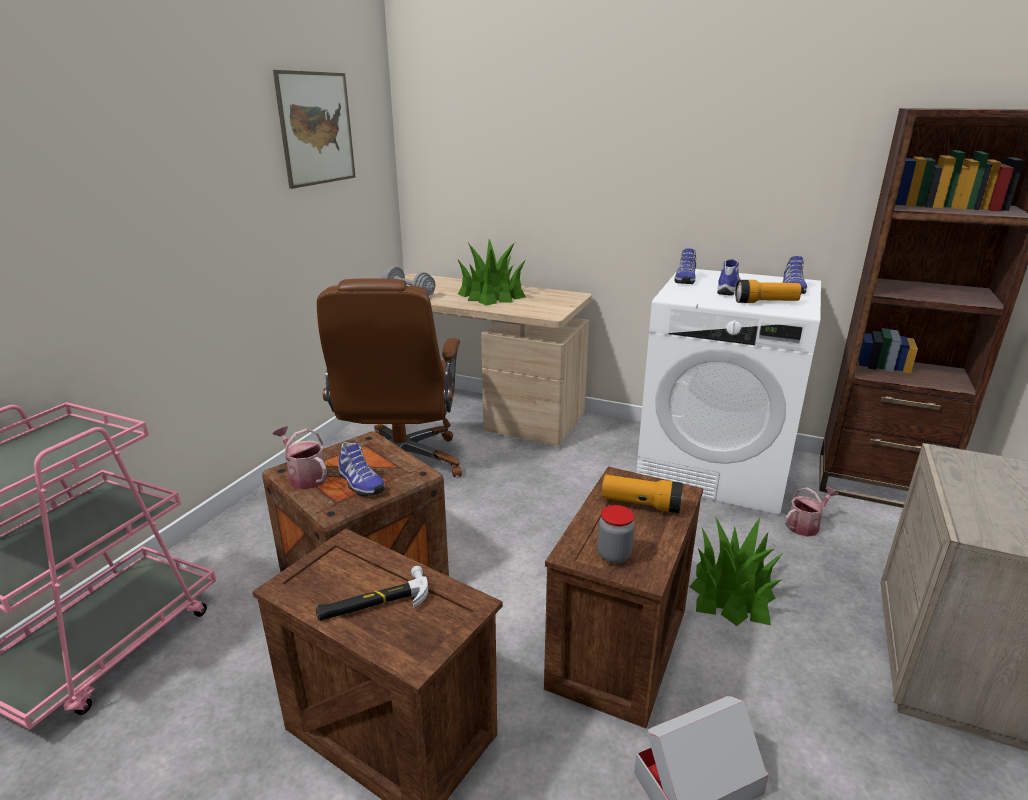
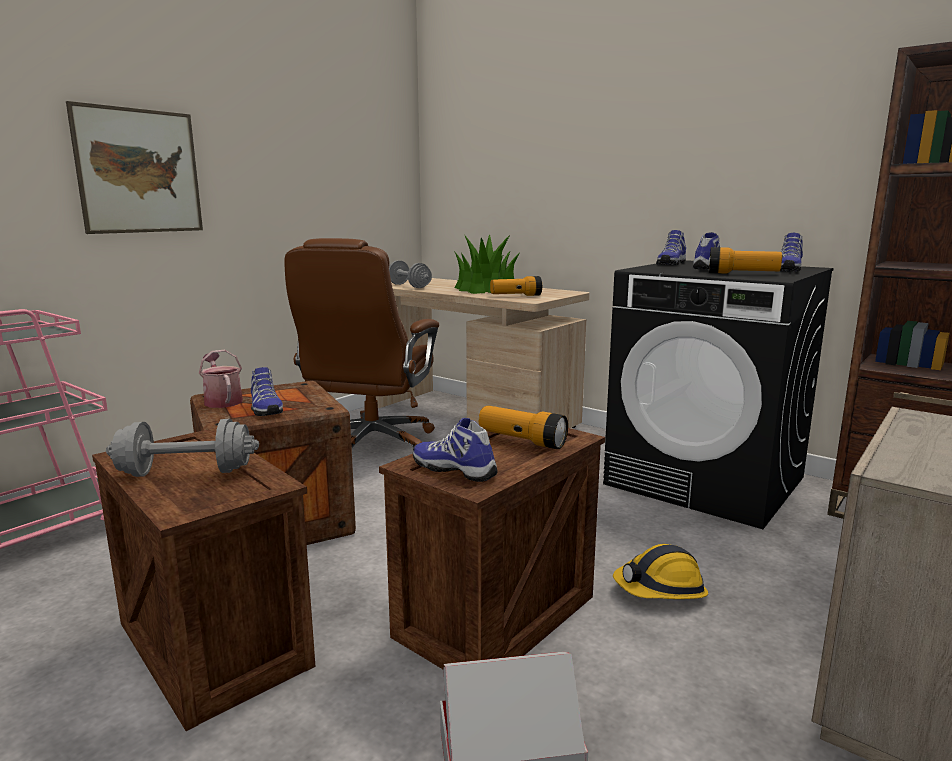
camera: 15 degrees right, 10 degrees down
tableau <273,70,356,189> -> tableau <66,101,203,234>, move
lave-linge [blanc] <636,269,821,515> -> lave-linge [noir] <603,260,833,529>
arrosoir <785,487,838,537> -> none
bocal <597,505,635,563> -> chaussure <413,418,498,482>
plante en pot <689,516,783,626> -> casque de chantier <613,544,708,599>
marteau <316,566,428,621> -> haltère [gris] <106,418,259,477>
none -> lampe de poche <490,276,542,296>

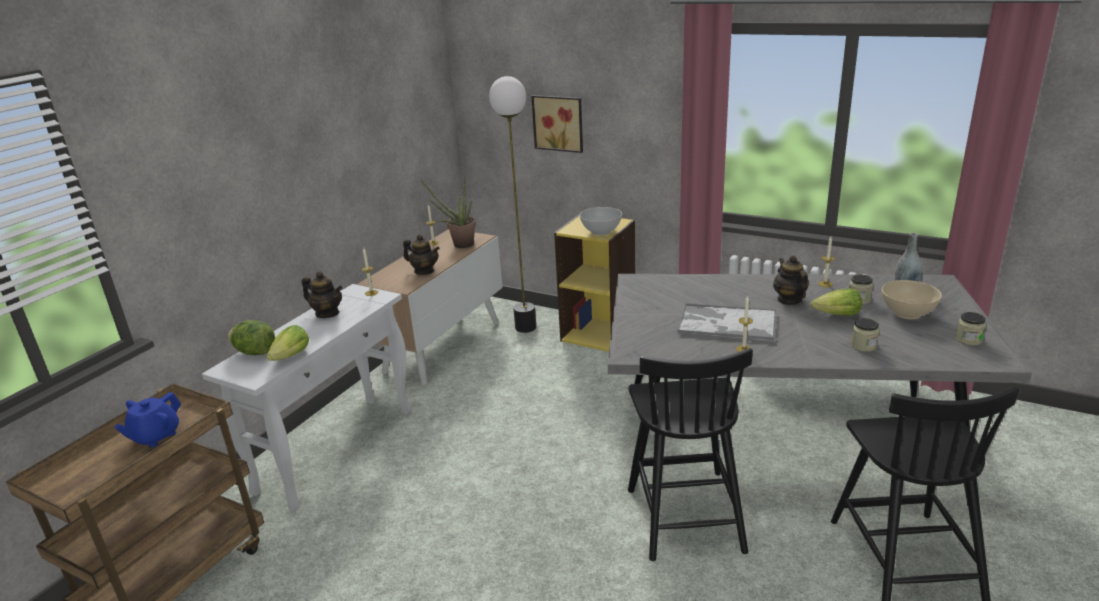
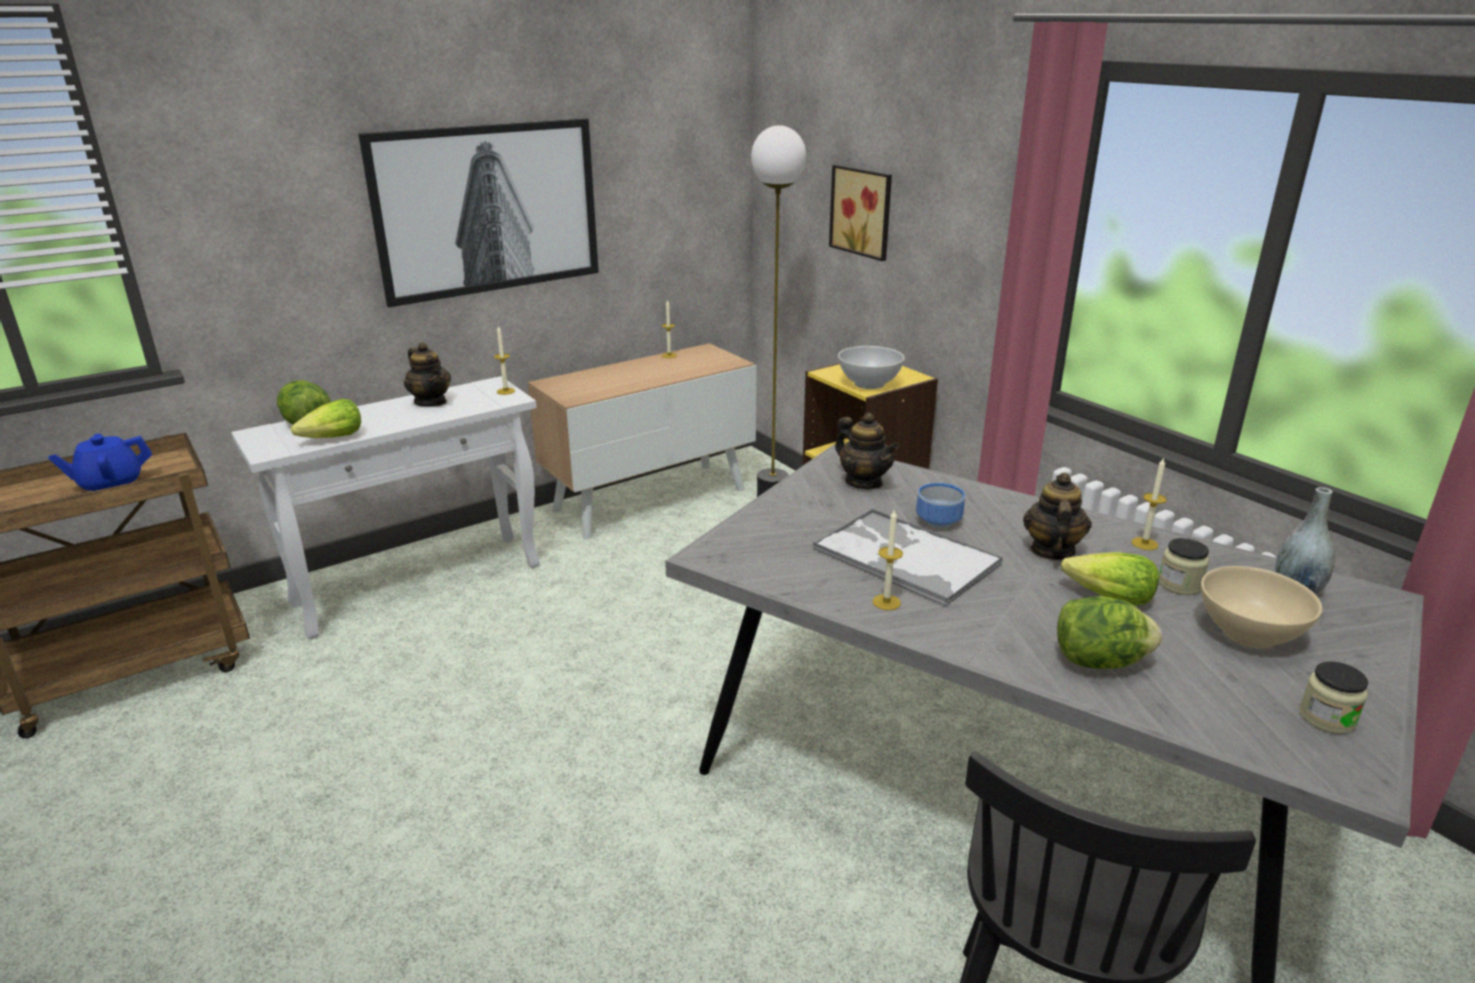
camera: 25 degrees right, 0 degrees up
plante en pot <420,172,476,248> -> none
théière <403,235,440,275> -> théière <835,413,899,489>, move
bocal <851,318,879,352> -> laitue <1057,596,1162,669>
chaise [noir] <629,348,753,561> -> none
none -> tableau <358,118,599,307>
none -> bol <916,483,965,528>

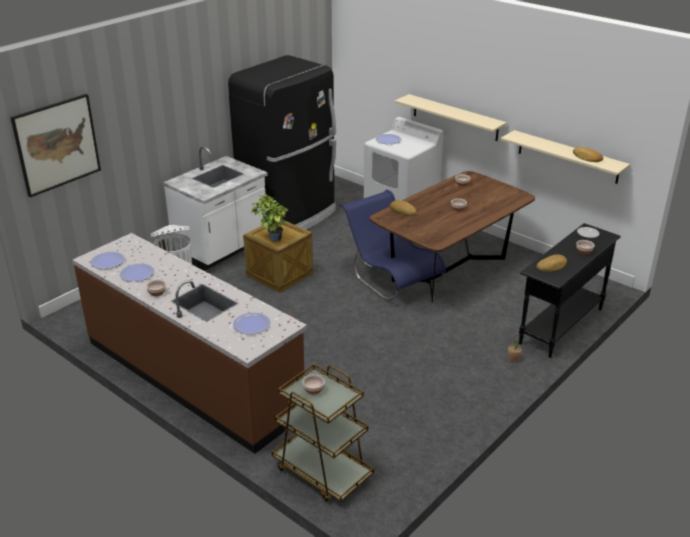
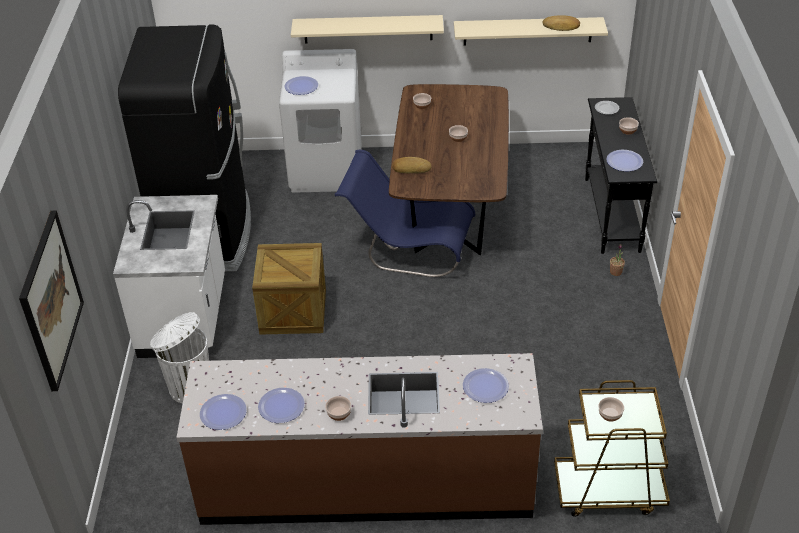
camera: 40 degrees left, 10 degrees up
plante en pot <251,194,288,241> -> none
pain <536,255,567,272> -> assiette <606,150,643,171>

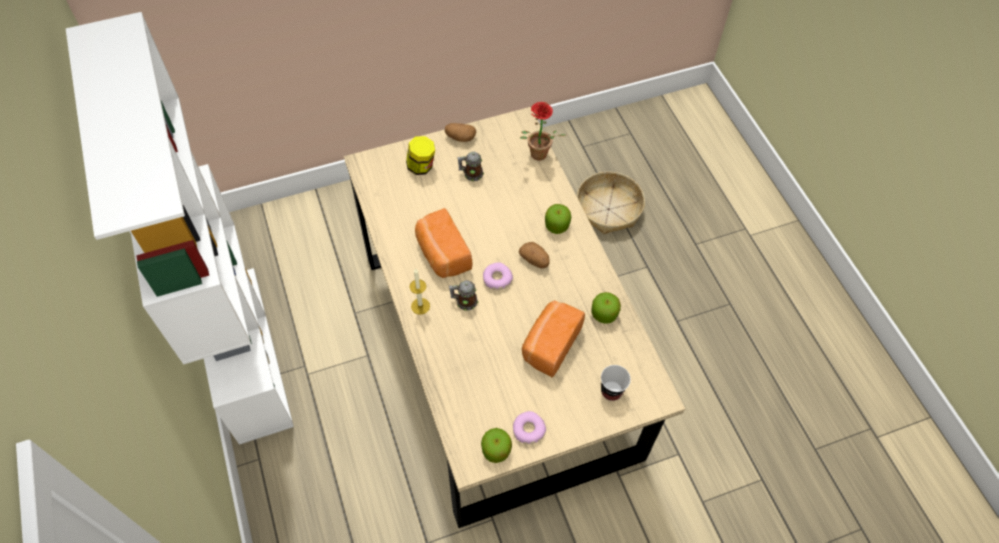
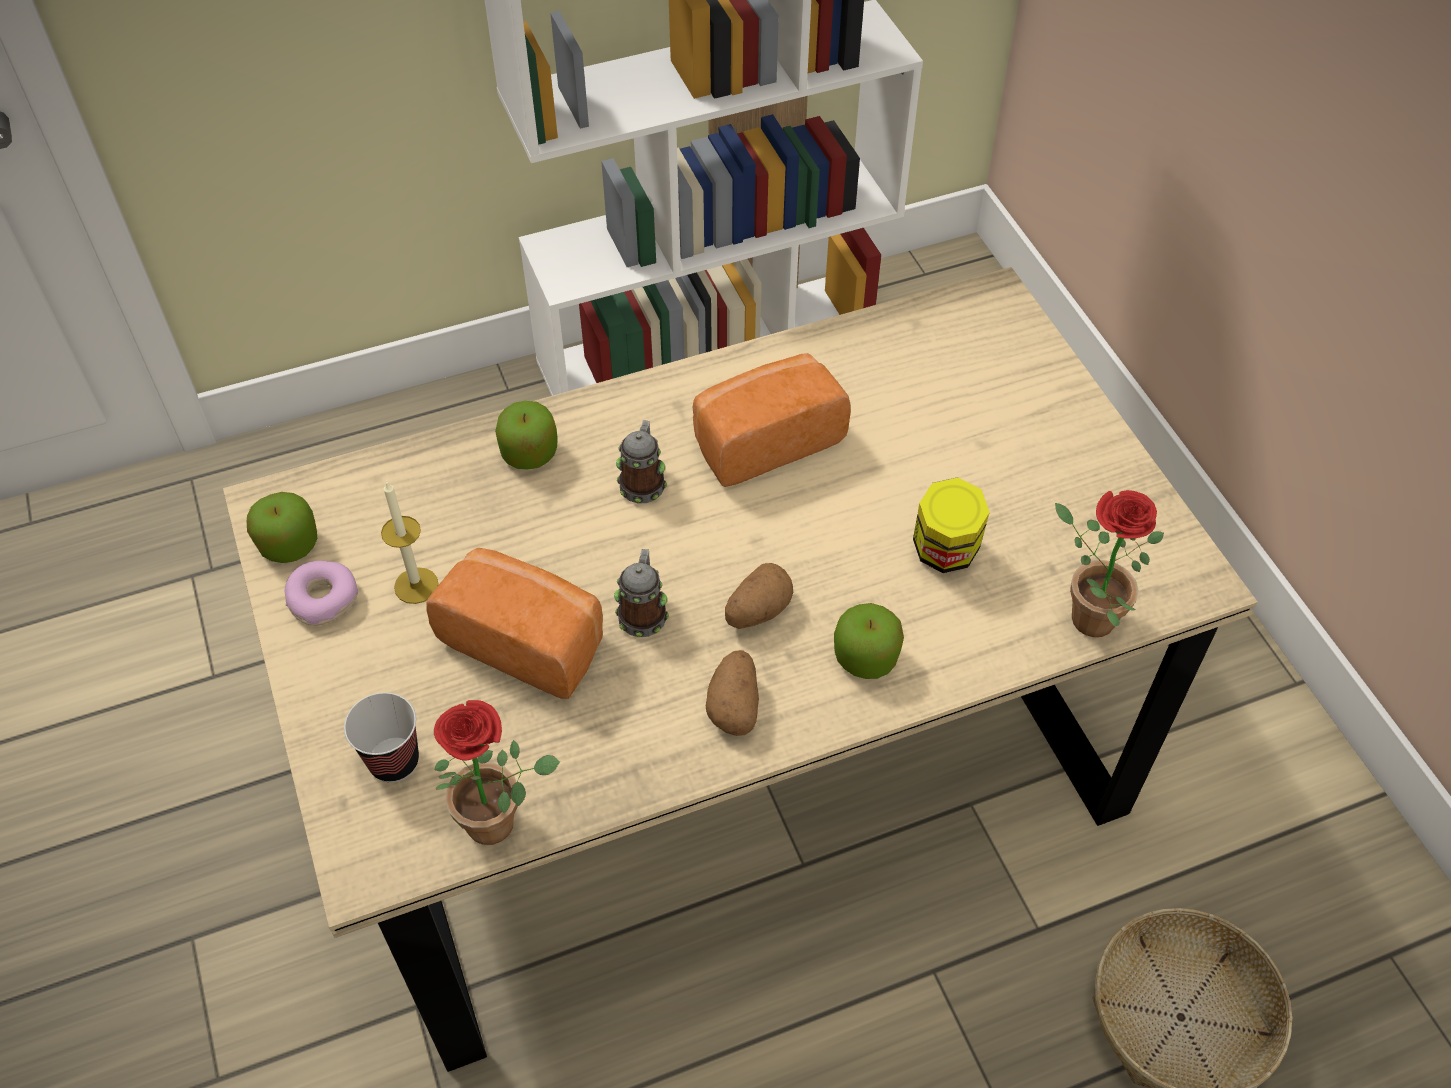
camera: 90 degrees right, 5 degrees down
pomme de terre <445,123,476,142> -> pomme de terre <706,650,759,736>, move
bocal <406,136,435,175> -> bocal <913,477,990,573>, move
mug <457,152,484,181> -> mug <614,549,669,637>, move
beignet <483,262,513,290> -> none
bougie <410,269,430,315> -> bougie <381,481,439,604>, move
pomme <591,292,621,324> -> pomme <495,401,558,469>, move
none -> plante en pot <434,700,560,845>

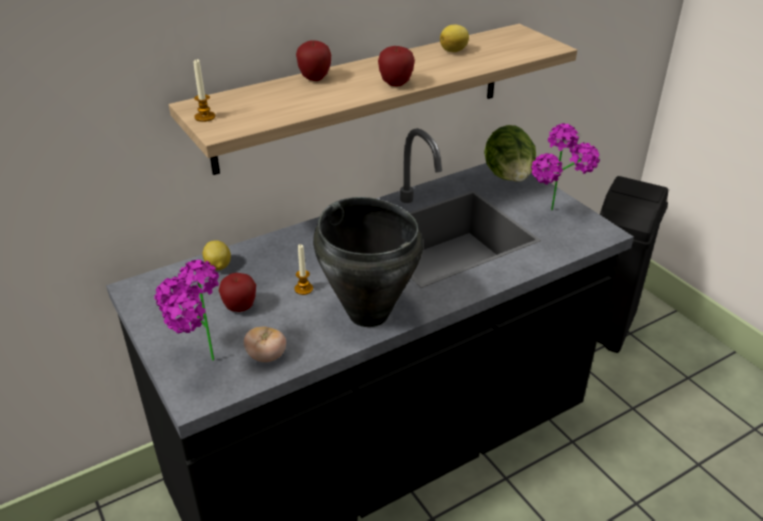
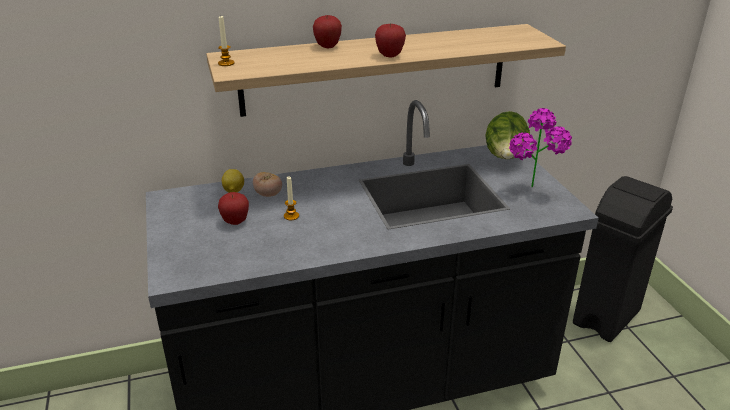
camera: 15 degrees right, 5 degrees down
citron <440,25,469,52> -> none
marmite [noir] <313,197,423,327> -> none
plante en pot <154,260,219,361> -> none
tomate <244,327,286,362> -> tomate <253,172,282,197>, move

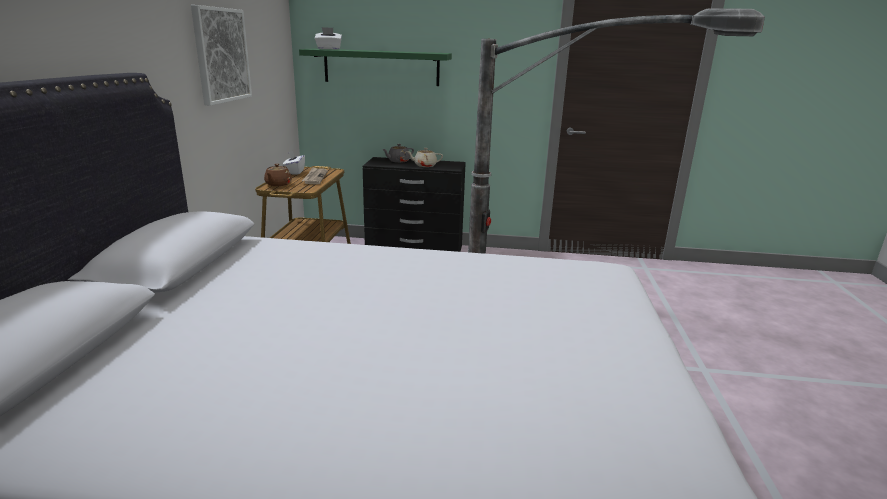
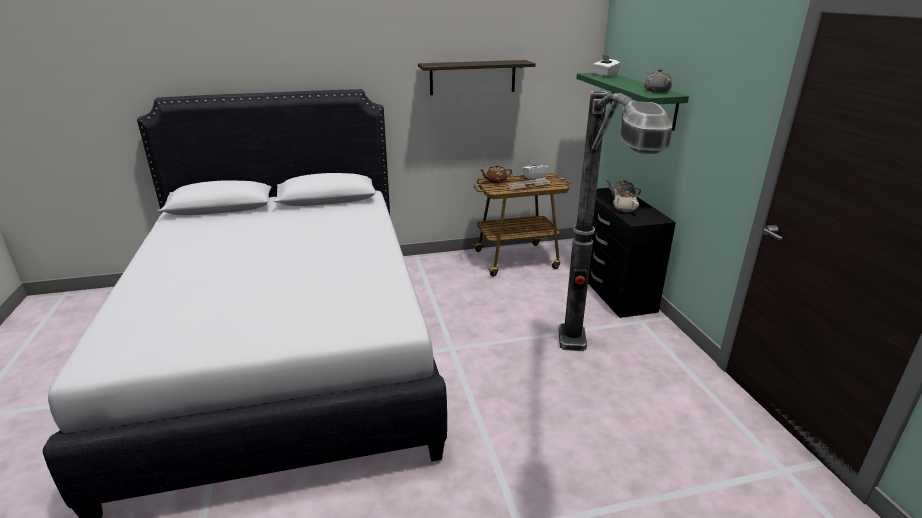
camera: 70 degrees right, 5 degrees up
tableau <191,5,252,106> -> étagère <418,60,536,95>
none -> théière [gris] <644,69,672,92>

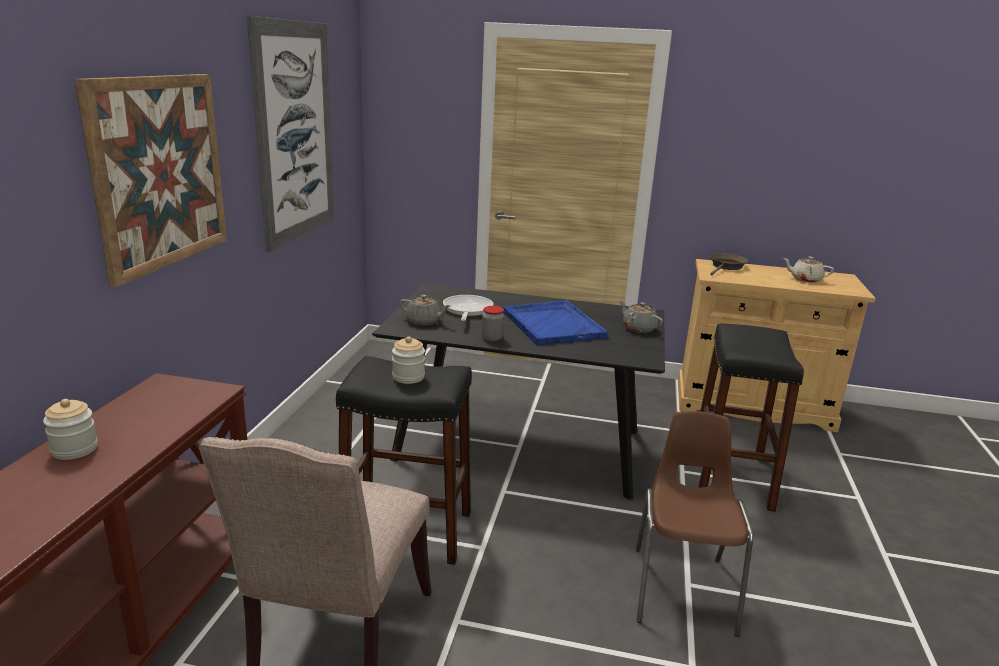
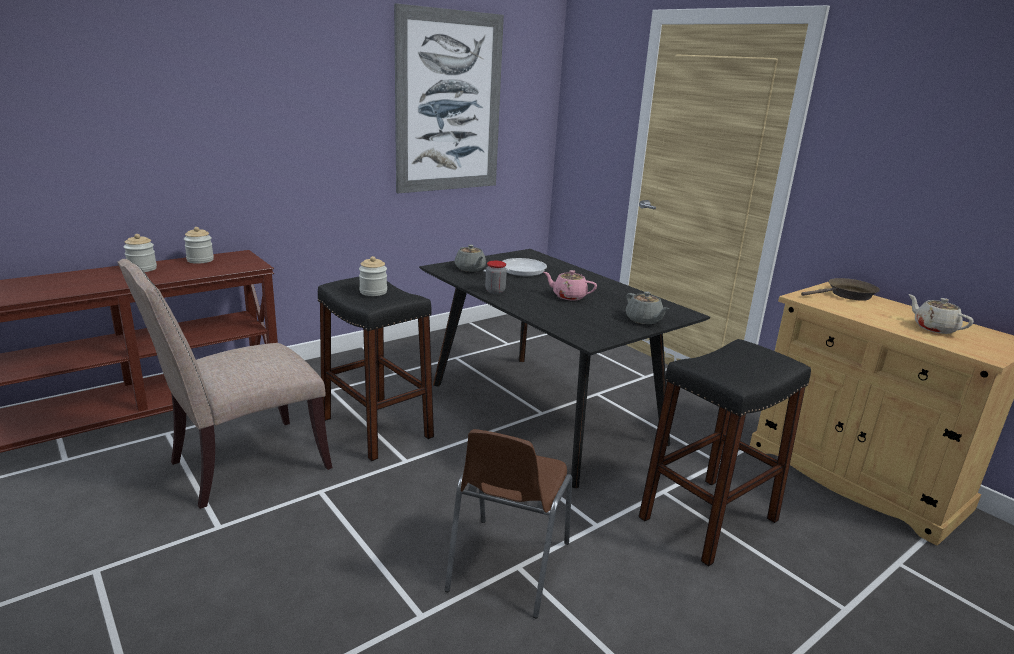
camera: 40 degrees right, 0 degrees up
tableau <74,74,227,287> -> none
plateau [bleu] <503,300,608,345> -> théière [rose] <544,270,597,301>
théière [gris] <619,300,663,333> -> théière [gris] <626,291,669,324>, 150 degrees clockwise
chaise [marron] <636,411,753,637> -> chaise [marron] <445,429,572,618>, 150 degrees clockwise
none -> bocal <184,227,214,264>

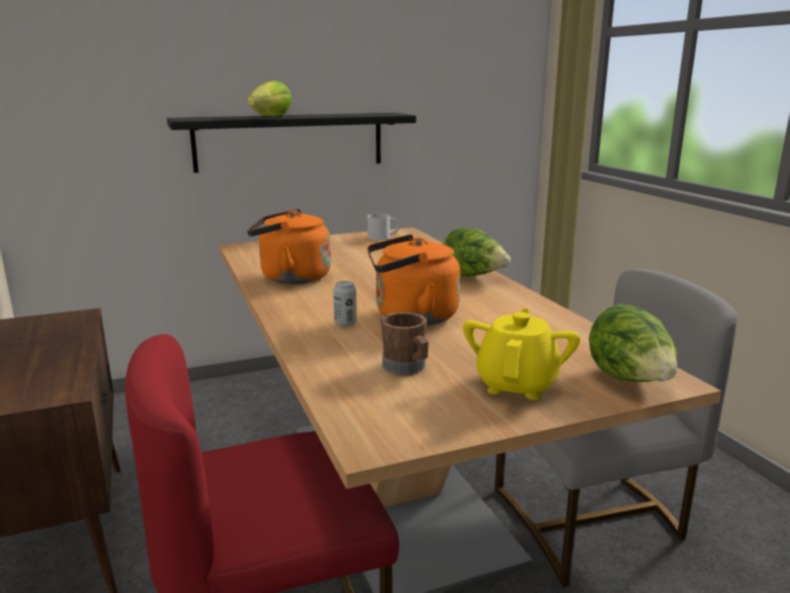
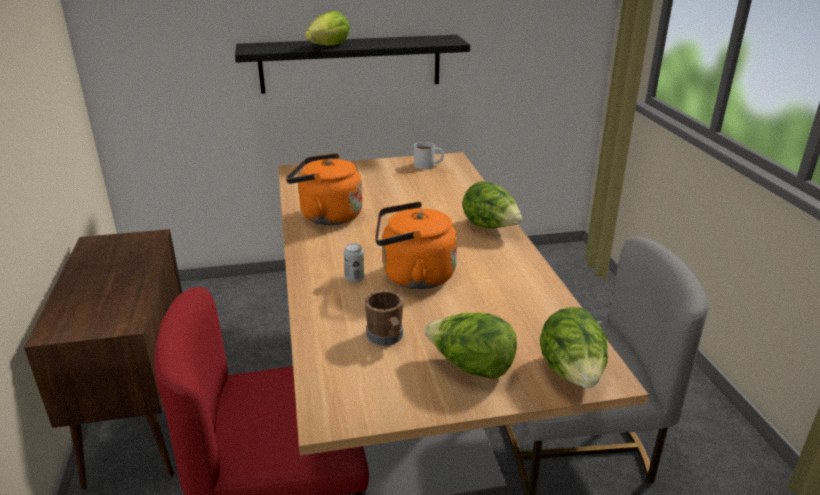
camera: 10 degrees right, 10 degrees up
théière [jaune] <463,308,581,400> -> laitue <425,313,517,379>

